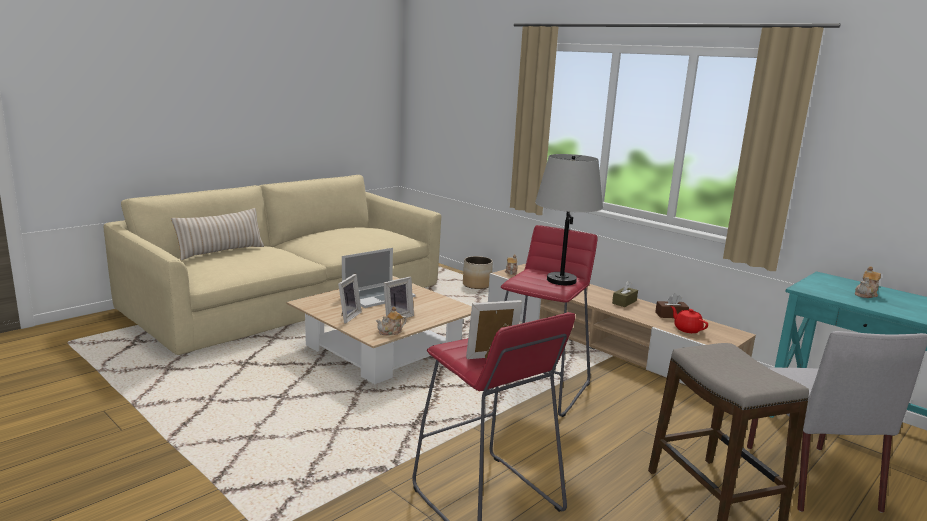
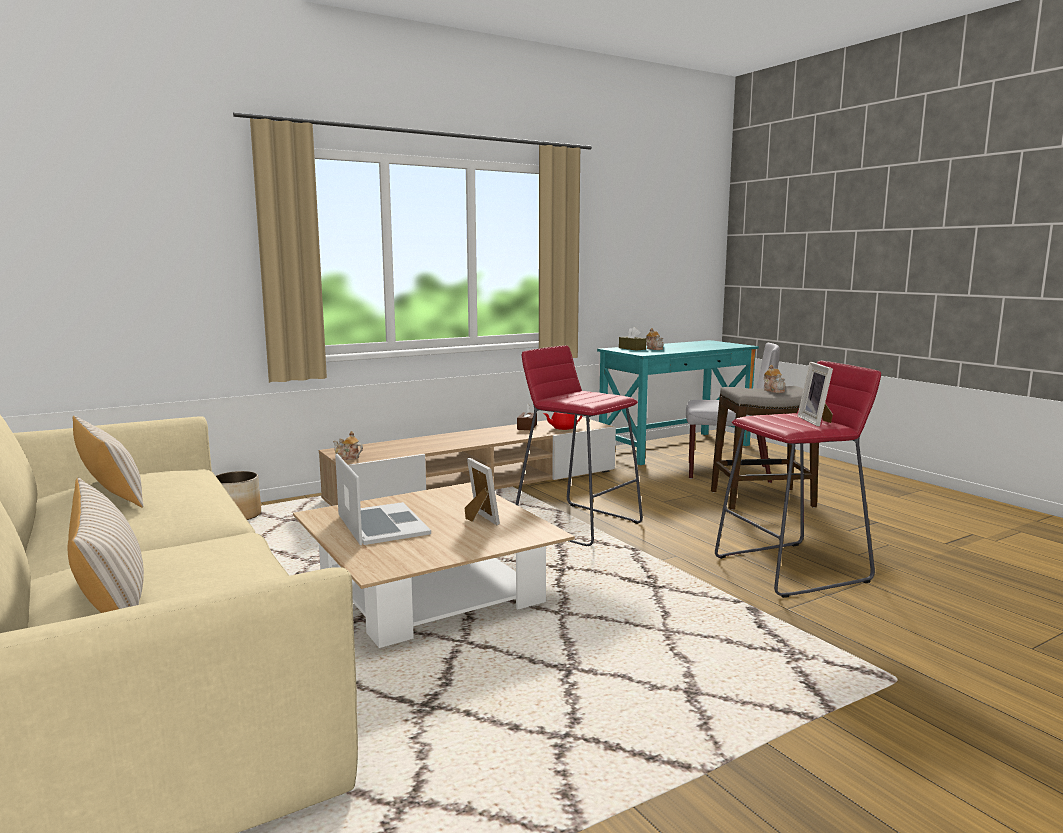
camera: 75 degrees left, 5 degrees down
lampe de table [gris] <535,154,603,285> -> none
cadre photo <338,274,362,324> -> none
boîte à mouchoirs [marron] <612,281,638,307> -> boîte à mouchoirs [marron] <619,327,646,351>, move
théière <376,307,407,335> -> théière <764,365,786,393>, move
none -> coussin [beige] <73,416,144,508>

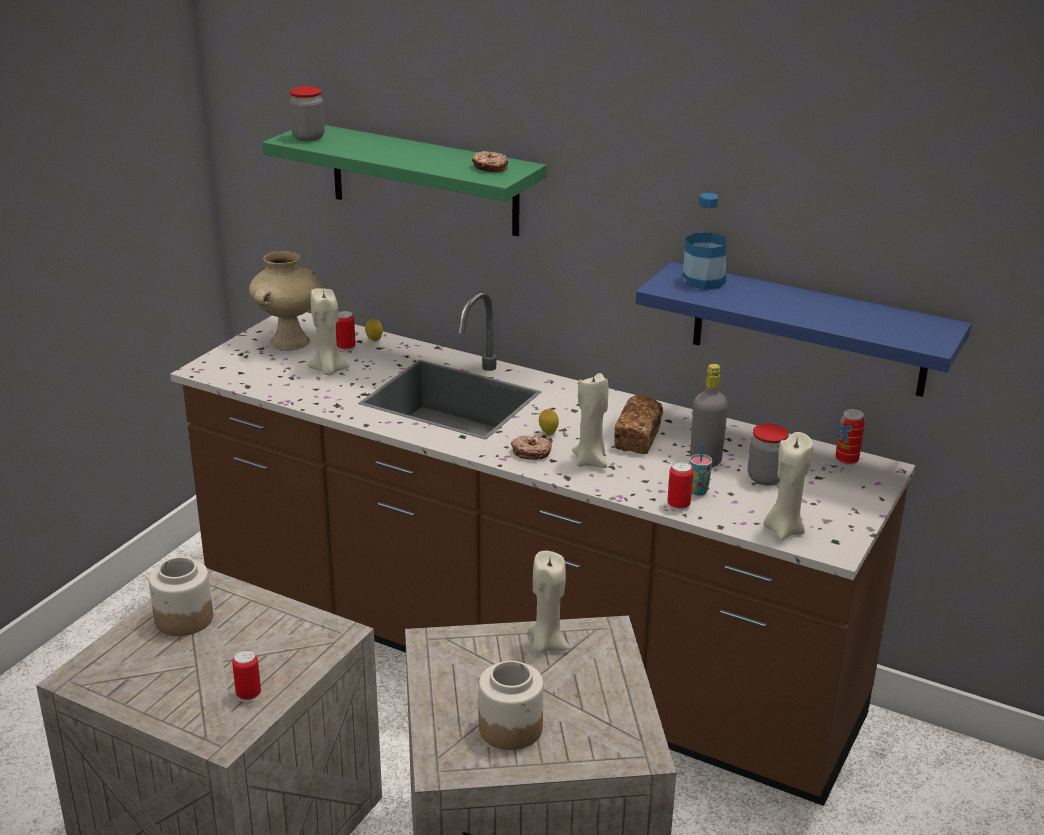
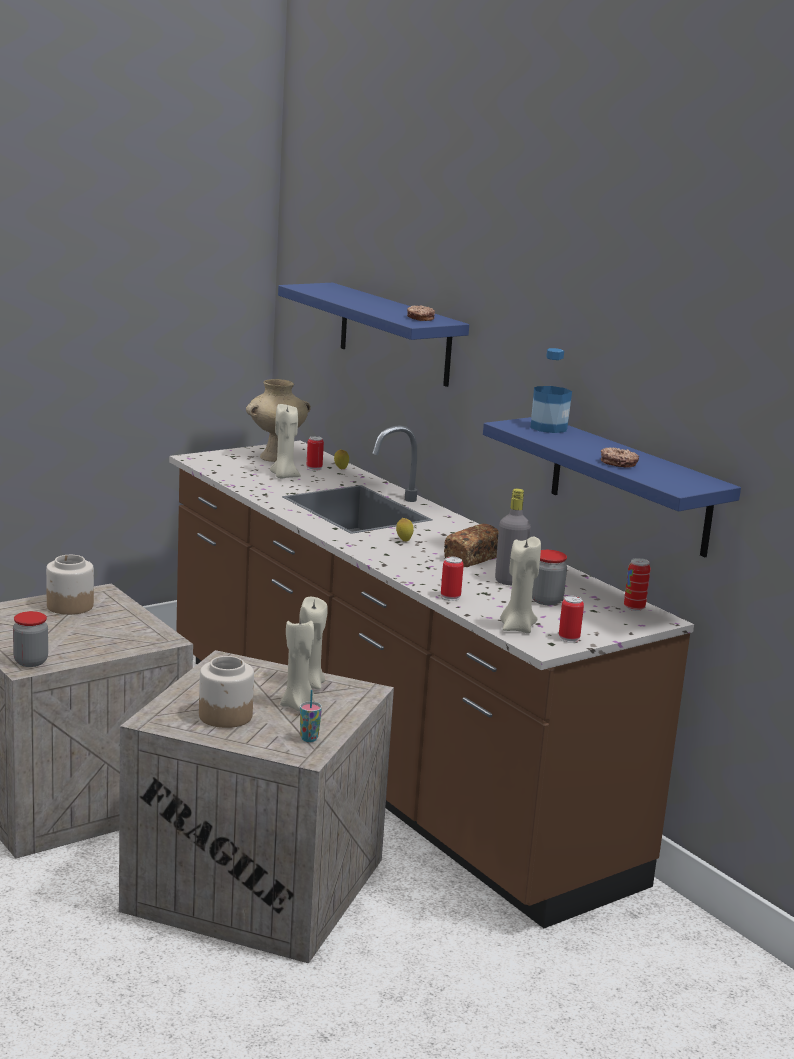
camera: 25 degrees right, 10 degrees down
bocal <289,86,325,141> -> bocal <13,611,48,667>, move
étagère [vert] <262,125,546,236> -> étagère [bleu] <278,283,469,387>
bougie [beige] <572,373,608,468> -> bougie [beige] <280,618,314,712>, move
beignet <511,435,552,460> -> beignet <601,447,639,468>, move
tasse <689,443,713,496> -> tasse <300,690,322,742>, move
boîte métallique <232,649,261,702> -> boîte métallique <559,596,584,643>, move

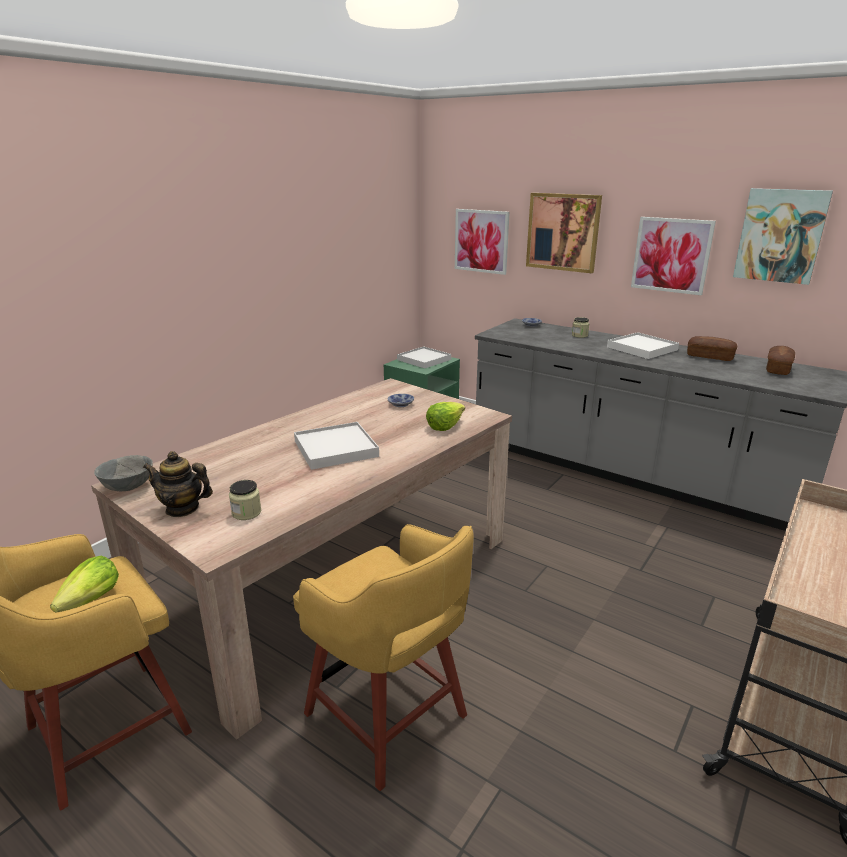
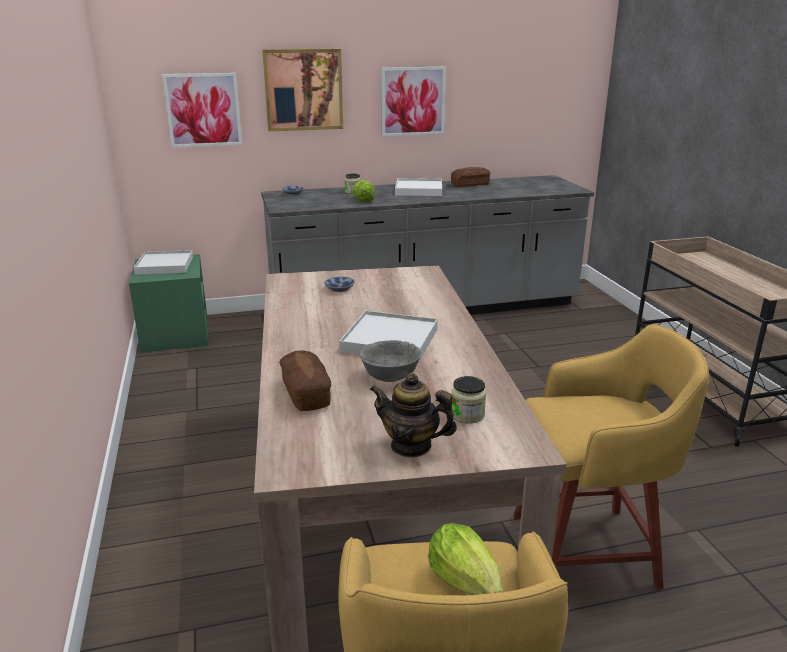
camera: 50 degrees left, 0 degrees up
tableau <733,188,833,285> -> none
pain <766,346,795,375> -> pain <279,351,331,411>, move
laitue <426,402,465,431> -> laitue <352,180,375,202>, move
théière <143,451,213,517> -> théière <370,373,457,458>, 60 degrees clockwise
bol [gris] <94,455,153,491> -> bol [gris] <360,340,421,382>, move

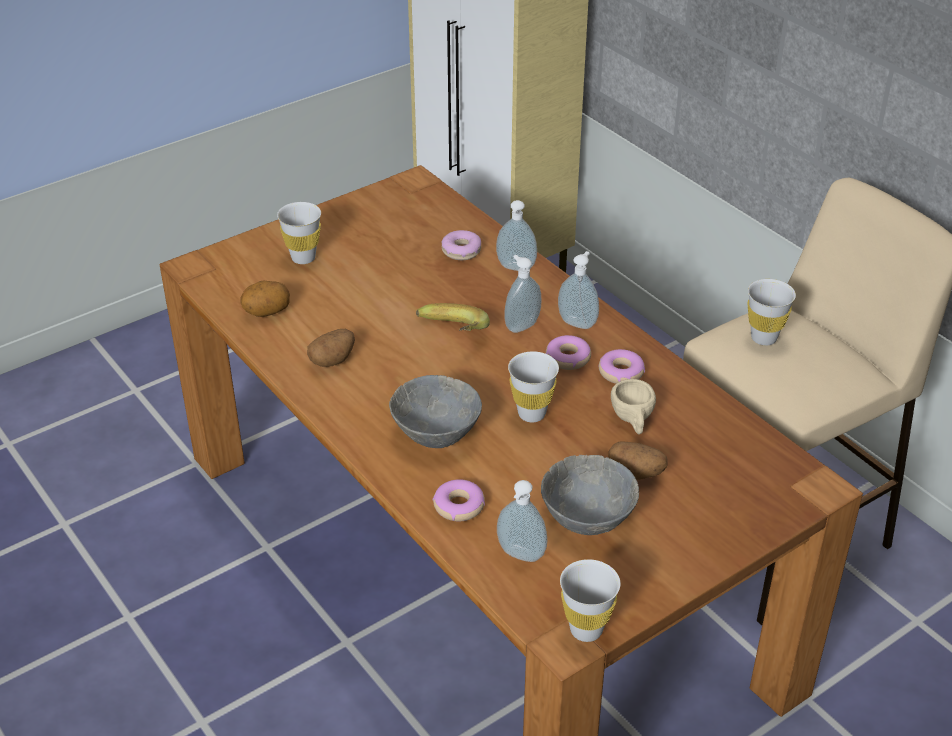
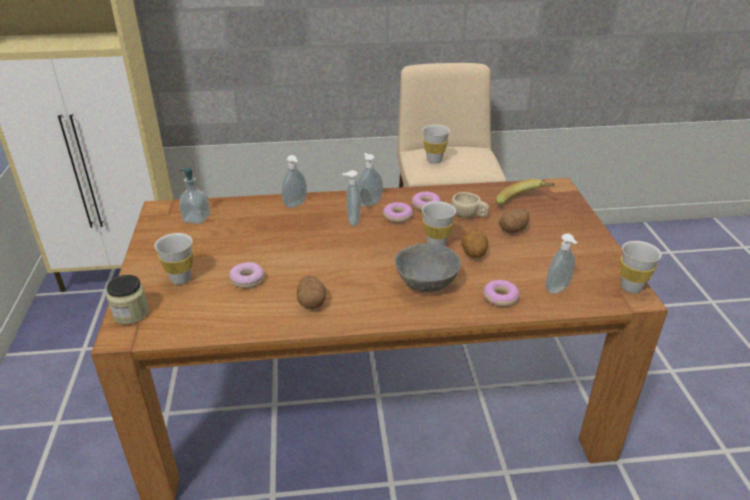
camera: 60 degrees left, 5 degrees down
beignet <442,230,481,260> -> beignet <229,262,264,288>, move
pomme de terre <240,280,290,317> -> pomme de terre <461,229,488,258>, move
banane <416,303,490,331> -> banane <496,179,555,206>, move
bol [gris] <541,455,639,535> -> none
none -> distributeur de savon <179,168,210,224>
none -> bocal <106,275,149,324>

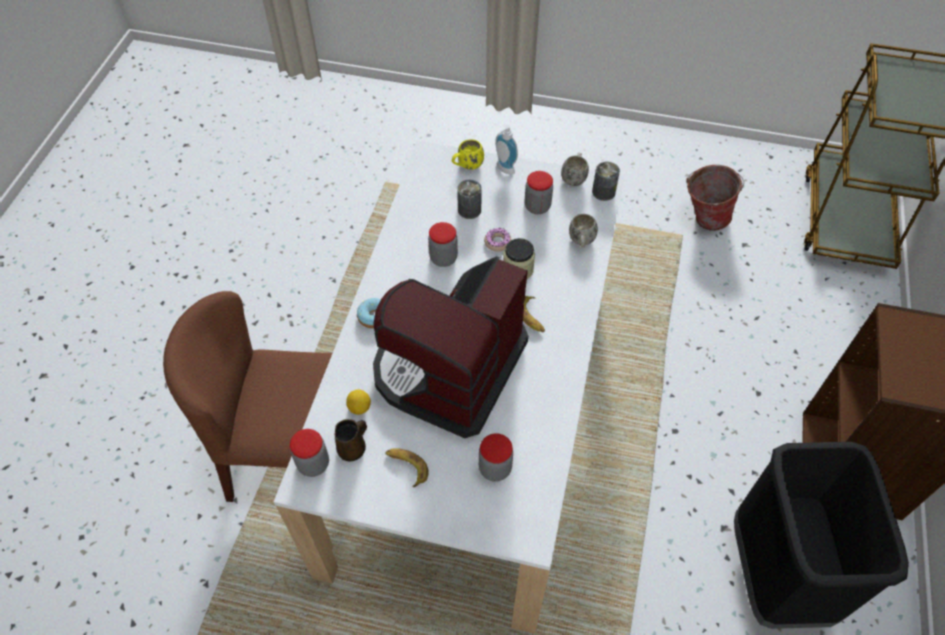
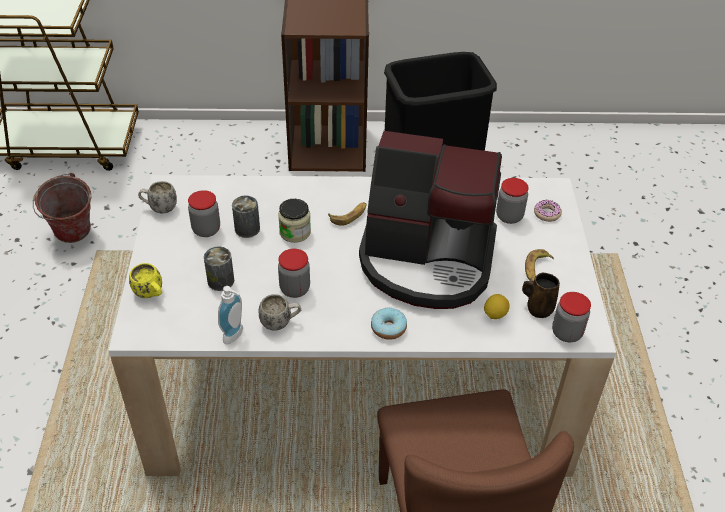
camera: 105 degrees left, 10 degrees down
distributeur de savon <495,125,518,175> -> distributeur de savon <218,286,243,344>, move
boîte métallique <592,162,620,201> -> boîte métallique <232,196,260,238>, move
mug [blanc] <569,214,598,247> -> mug [blanc] <258,294,301,331>, move
beignet <484,228,511,252> -> beignet <534,199,562,222>, move

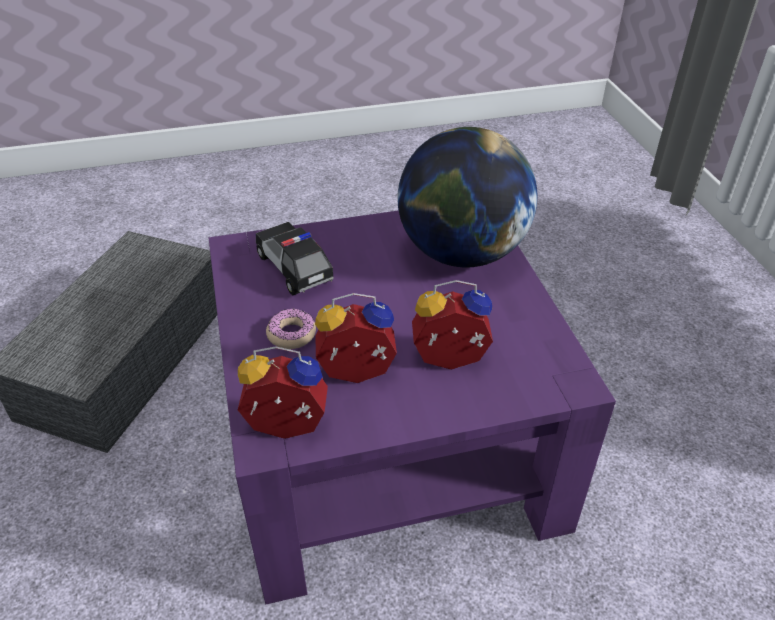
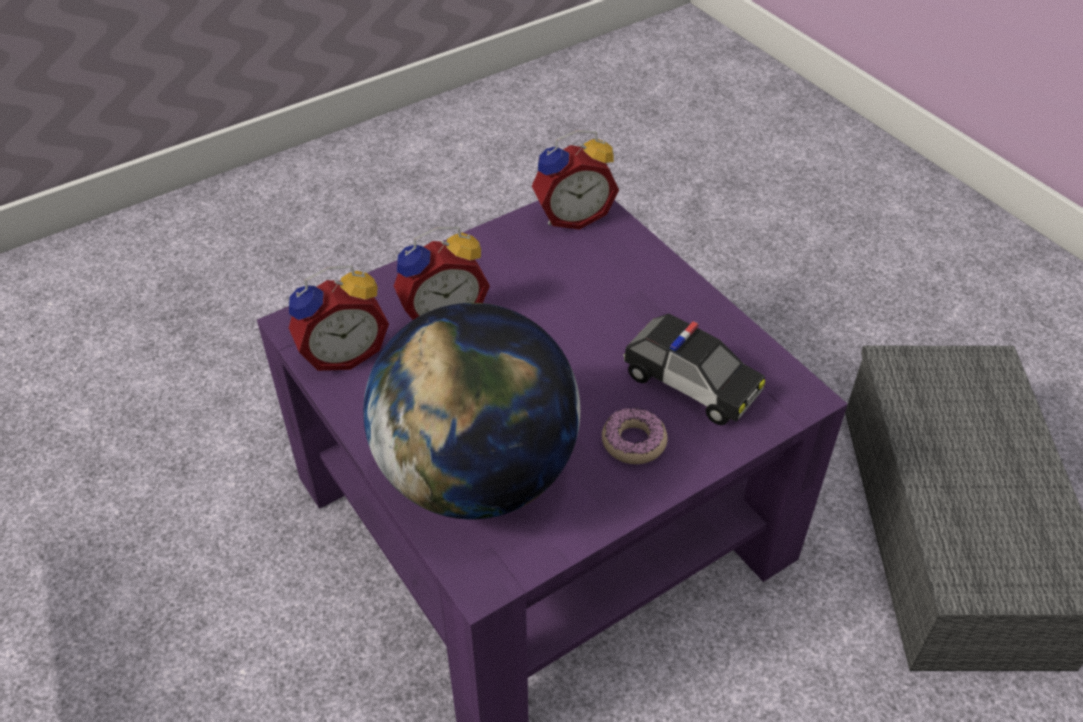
camera: 160 degrees right, 5 degrees up
réveil <315,293,397,383> -> réveil <289,265,389,371>, move
beignet <266,309,316,349> -> beignet <602,408,668,464>, move

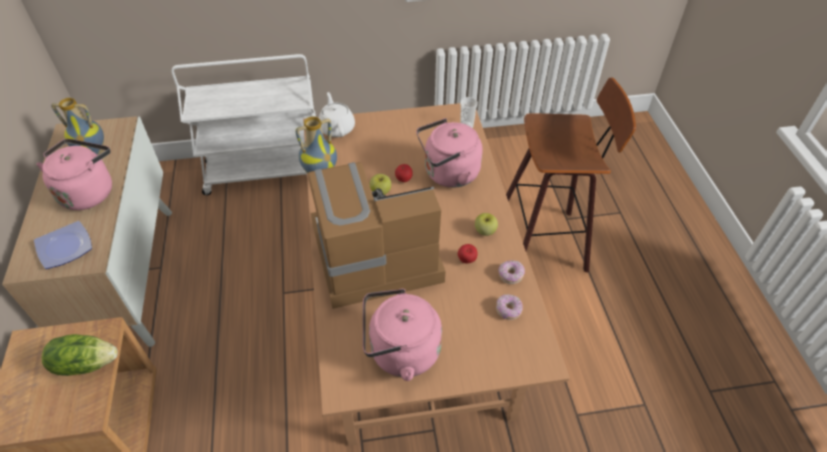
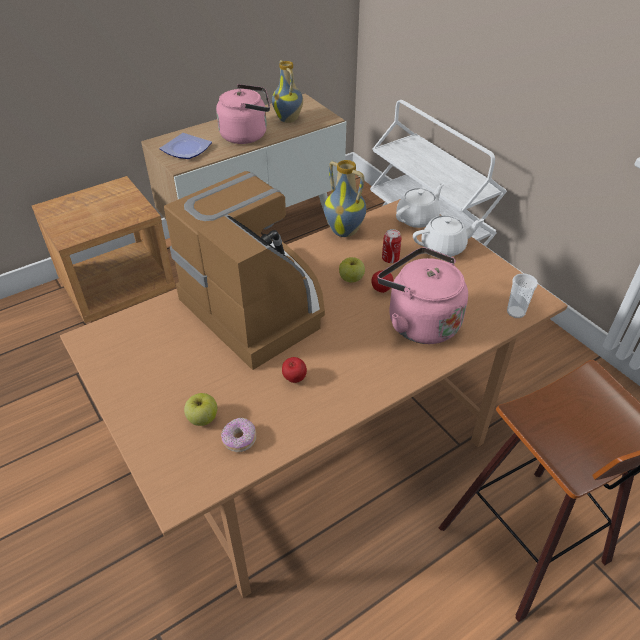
camera: 65 degrees right, 5 degrees down
pomme <475,213,498,236> -> pomme <184,393,217,426>, move
beignet <498,260,525,284> -> none
bouilloire [rose] <363,289,442,381> -> none
laitue <42,334,118,376> -> none
none -> théière [blanc] <413,215,484,257>
none -> boîte métallique <382,229,402,263>

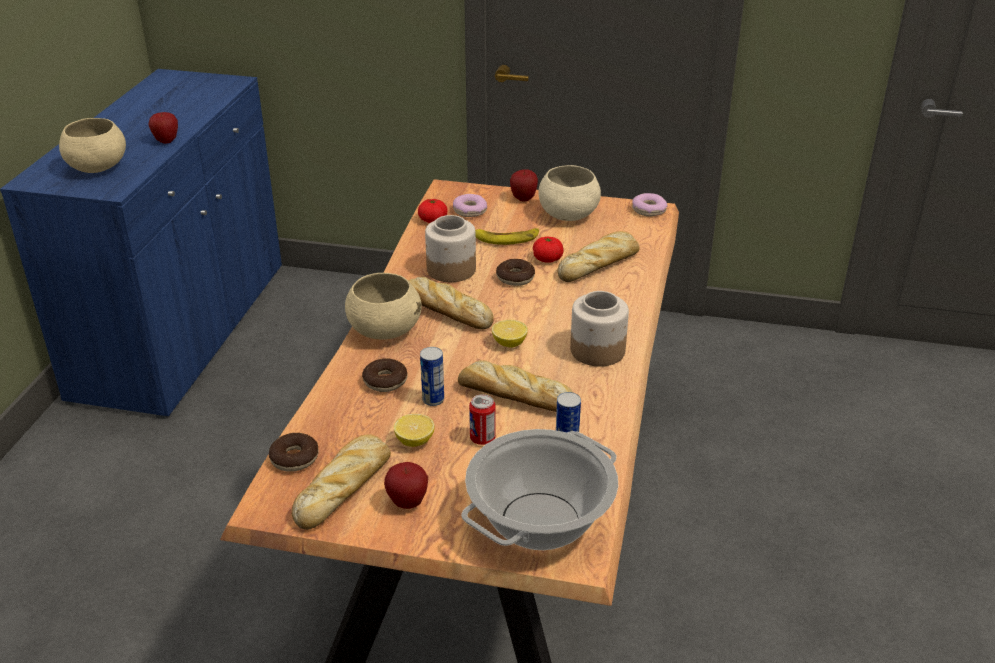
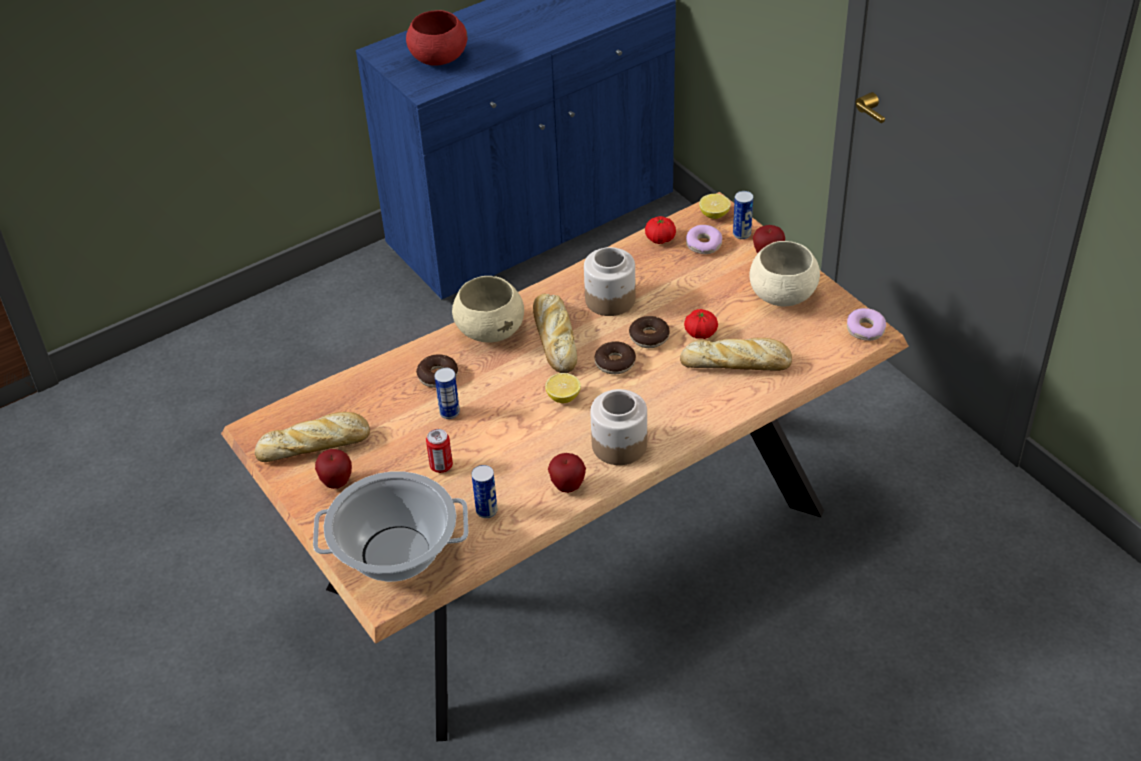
camera: 45 degrees right, 10 degrees up
pomme <148,112,178,143> -> pomme <548,453,586,493>, move
bol [beige] <59,118,126,173> -> bol [rouge] <406,10,467,65>
banane <475,228,539,245> -> none
pain <458,360,572,412> -> none
citron <394,414,435,447> -> citron <699,194,731,219>, move
beignet <269,433,319,472> -> beignet <595,341,636,374>, move
none -> boîte métallique <733,191,753,239>

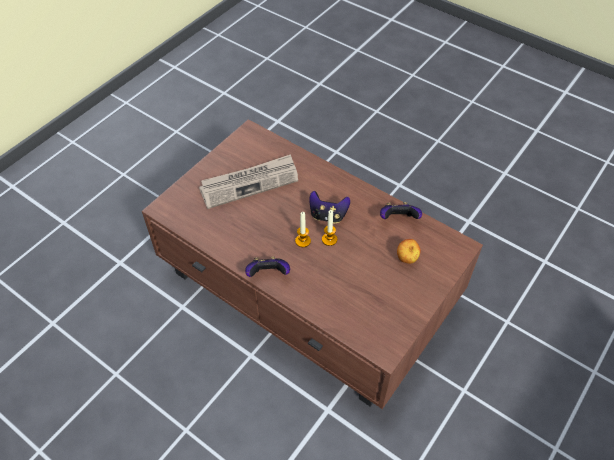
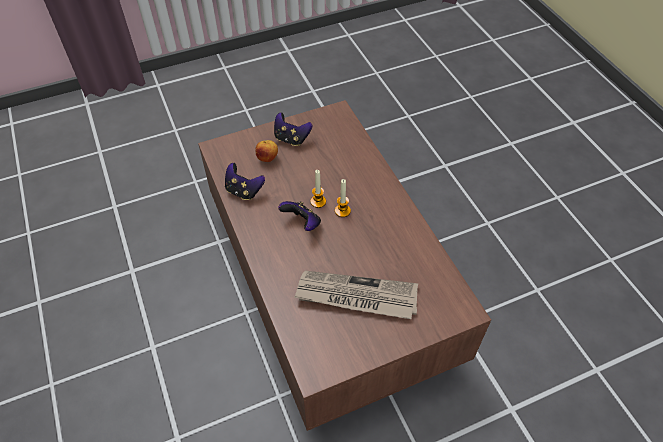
camera: 150 degrees left, 0 degrees up
manette <245,256,290,277> -> manette <274,112,312,146>, move

